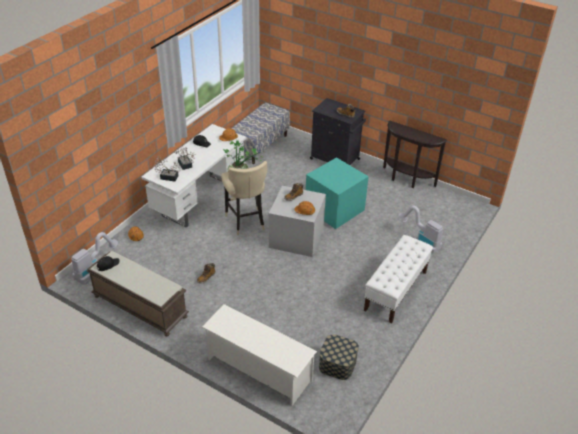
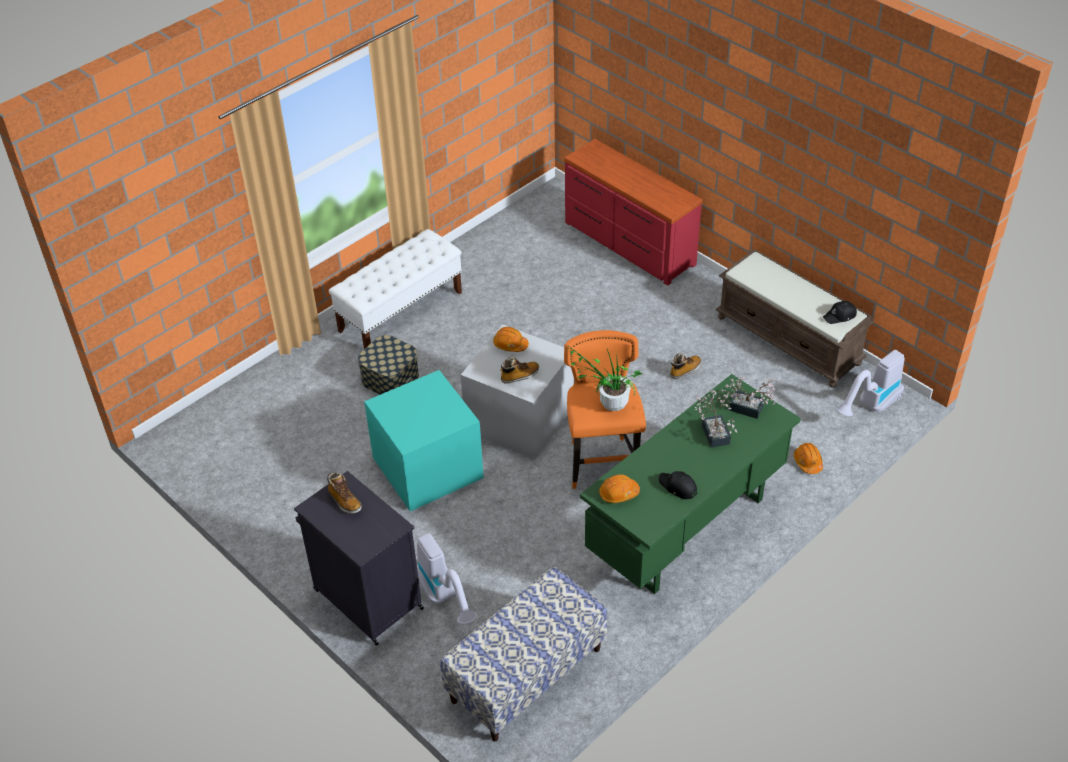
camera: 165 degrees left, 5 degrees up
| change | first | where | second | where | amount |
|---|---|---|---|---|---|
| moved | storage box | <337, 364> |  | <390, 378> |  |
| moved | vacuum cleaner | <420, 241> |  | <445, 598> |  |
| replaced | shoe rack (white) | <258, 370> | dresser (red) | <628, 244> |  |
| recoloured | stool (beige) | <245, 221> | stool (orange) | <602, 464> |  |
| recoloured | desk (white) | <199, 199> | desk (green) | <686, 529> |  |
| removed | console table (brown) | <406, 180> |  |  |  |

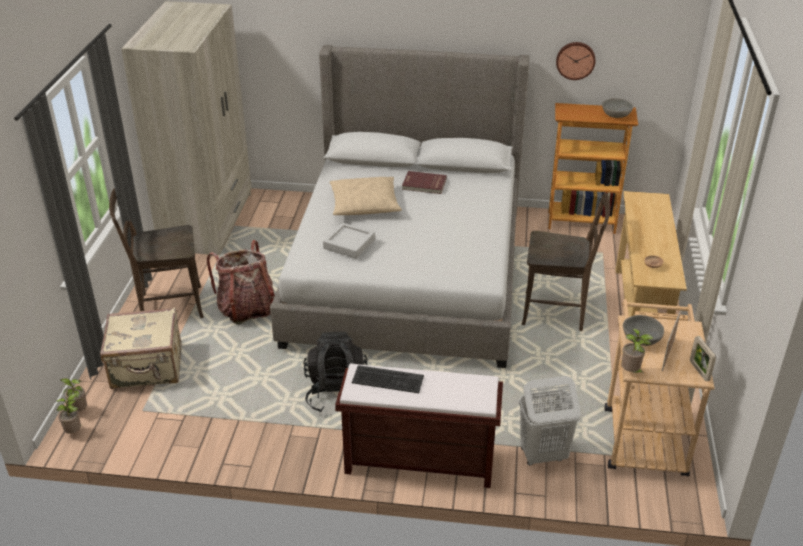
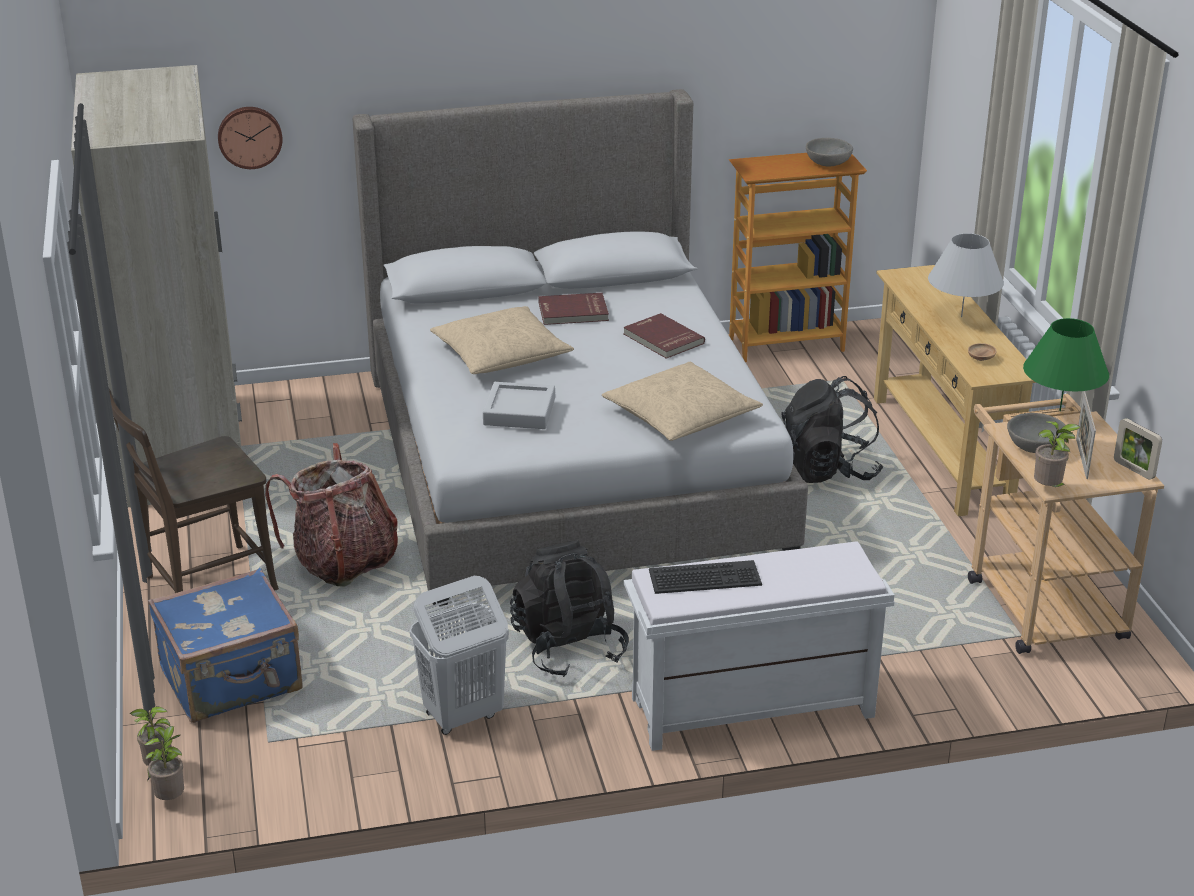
camera: 20 degrees left, 5 degrees down
| change | first | where | second | where | amount |
|---|---|---|---|---|---|
| recoloured | suitcase (beige) | <147, 368> | suitcase (blue) | <232, 681> |  |
| moved | wall clock | <575, 60> |  | <250, 136> |  |
| moved | laundry basket (white) | <542, 455> |  | <462, 716> |  |
| added |  |  | pillow (beige) | <680, 416> |  |
| added |  |  | book (red) | <662, 339> |  |
| recoloured | bench (brown) | <418, 461> | bench (white) | <750, 709> |  |
| replaced | chair (brown) | <558, 312> | backpack (black) | <827, 471> |  |
| added |  |  | table lamp (white) | <961, 317> |  |
| added |  |  | table lamp (green) | <1059, 410> |  |

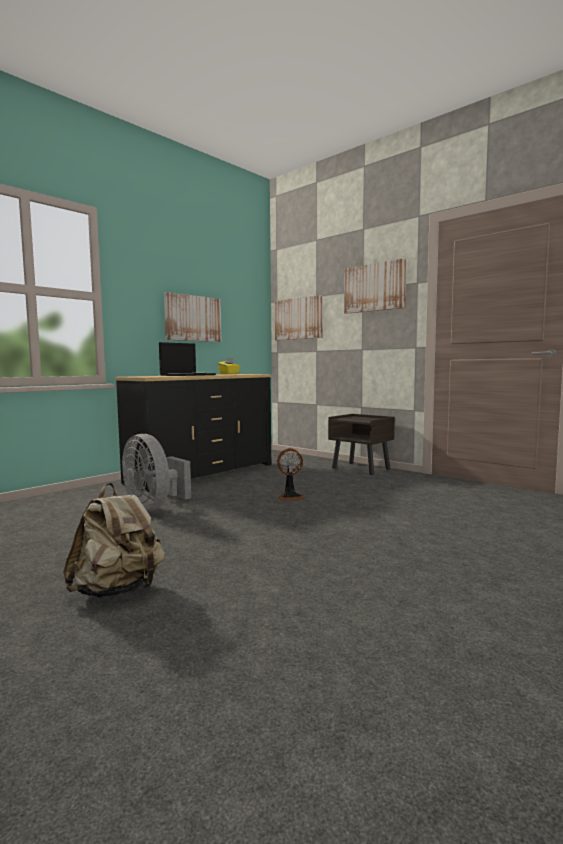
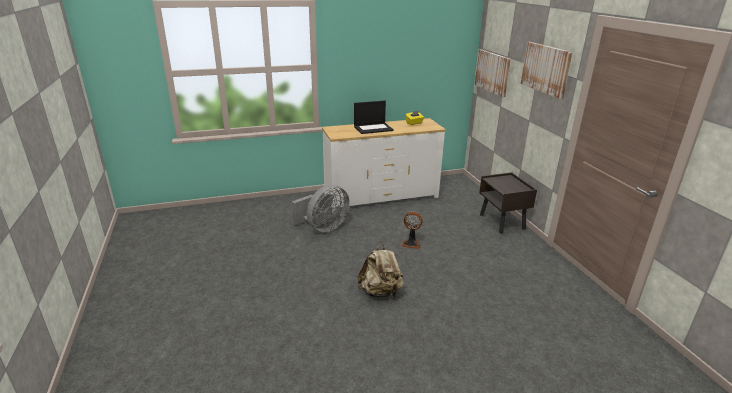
camera: 30 degrees right, 20 degrees up
| change | first | where | second | where | amount |
|---|---|---|---|---|---|
| turned | fan (grey) | <154, 507> |  | <323, 228> | 120 degrees counterclockwise |
| recoloured | dresser (black) | <202, 474> | dresser (white) | <381, 196> |  |
| moved | backpack (beige) | <118, 591> |  | <380, 292> |  |
| removed | picture | <193, 318> |  |  |  |

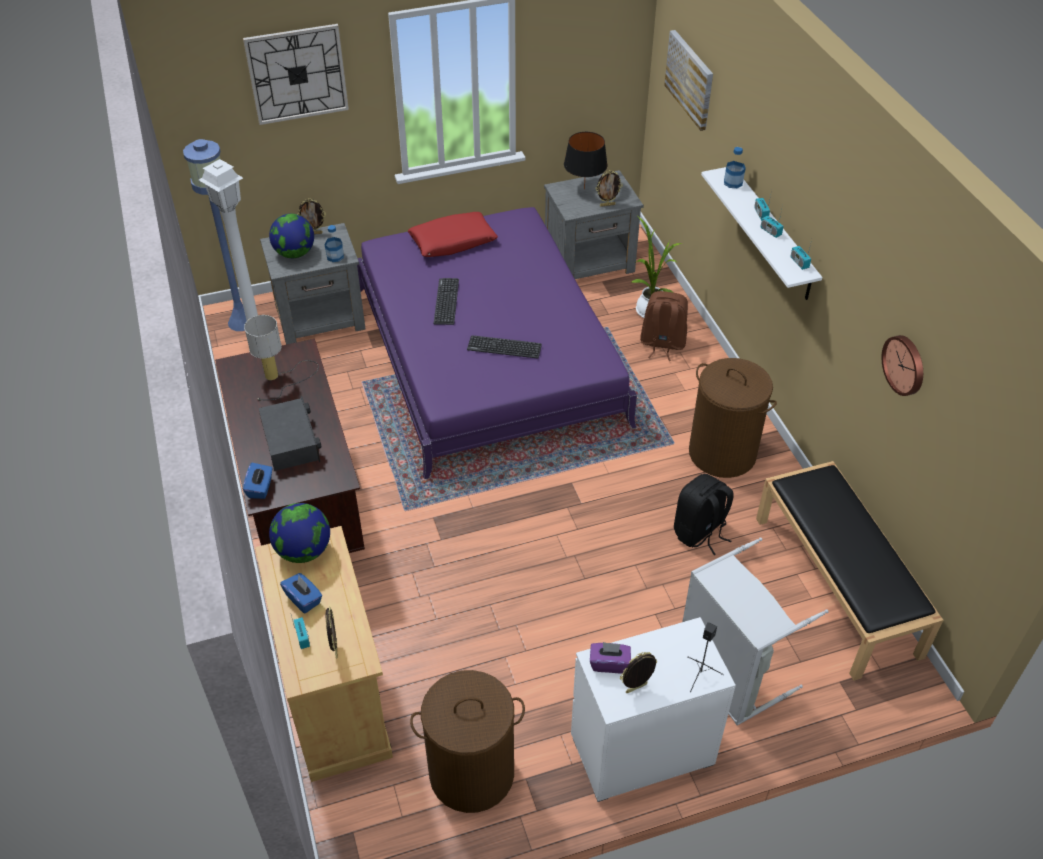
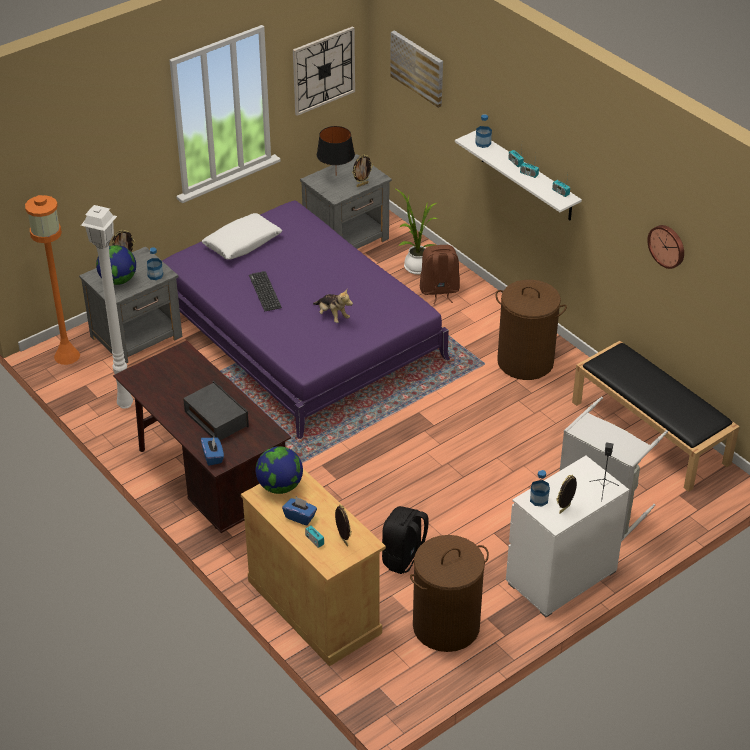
camera: 20 degrees left, 5 degrees down
| change | first | where | second | where | amount |
|---|---|---|---|---|---|
| recoloured | floor lamp (blue) | <241, 321> | floor lamp (orange) | <66, 356> |  |
| recoloured | pillow (red) | <453, 242> | pillow (white) | <242, 243> |  |
| moved | wall clock | <297, 74> |  | <323, 70> |  |
| replaced | keyboard | <504, 347> | plush toy | <332, 316> |  |
| moved | backpack (black) | <700, 532> |  | <405, 559> |  |
| replaced | tissue box (purple) | <609, 663> | bottle | <539, 499> |  |
| removed | table lamp | <280, 377> |  |  |  |

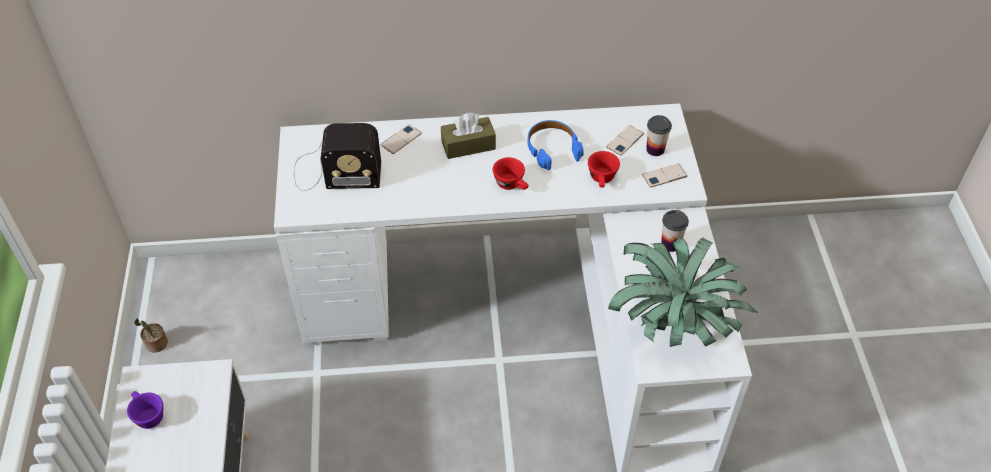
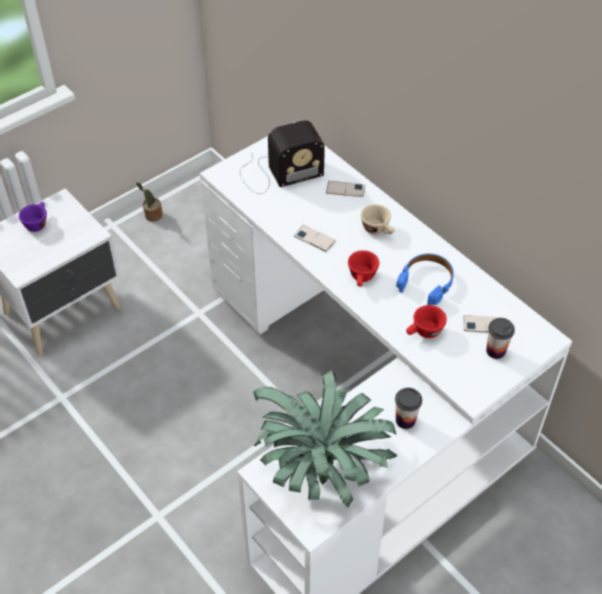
camera: 55 degrees right, 0 degrees up
| change | first | where | second | where | amount |
|---|---|---|---|---|---|
| turned | radio | <334, 172> |  | <278, 173> | 75 degrees counterclockwise |
| moved | phone | <664, 176> |  | <314, 238> |  |
| replaced | tissue box (brown) | <468, 145> | cup (beige) | <378, 230> |  |

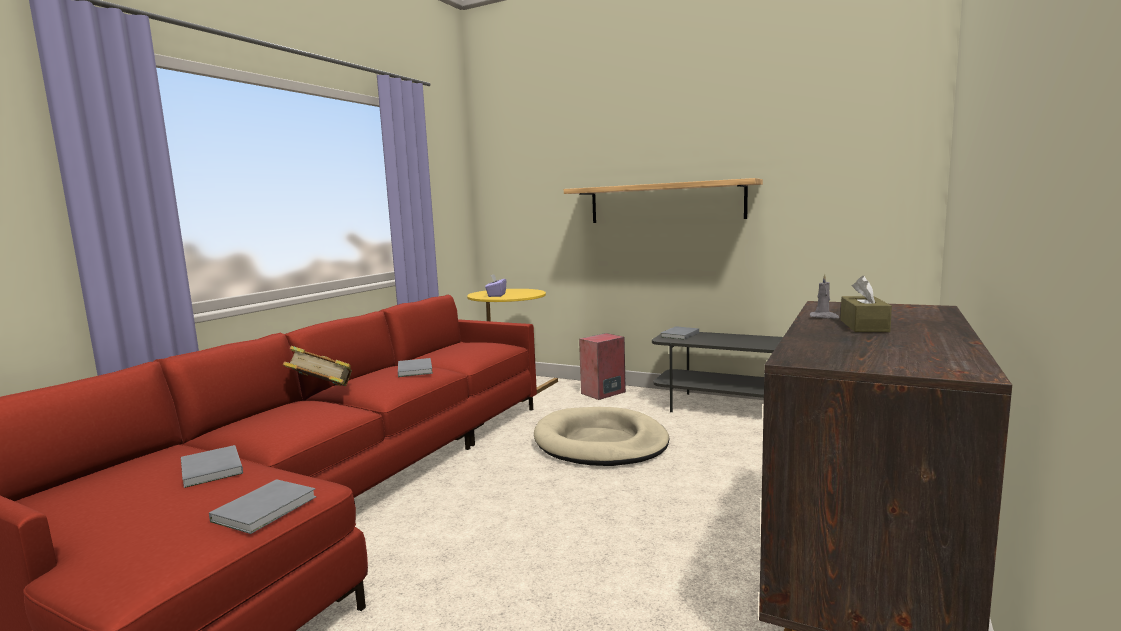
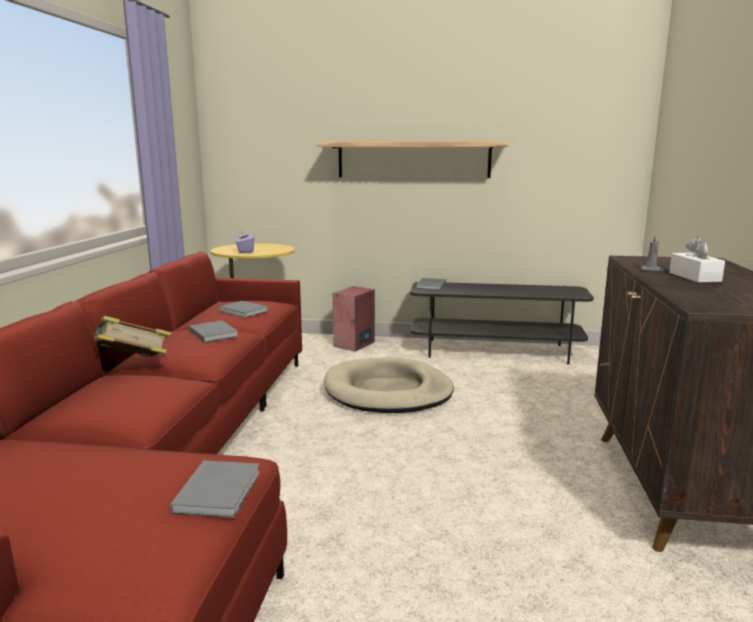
camera: 20 degrees left, 5 degrees up
| change | first | where | second | where | amount |
|---|---|---|---|---|---|
| moved | book (grey) | <210, 470> |  | <244, 311> |  |
| recoloured | tissue box (brown) | <864, 326> | tissue box (white) | <694, 277> |  |

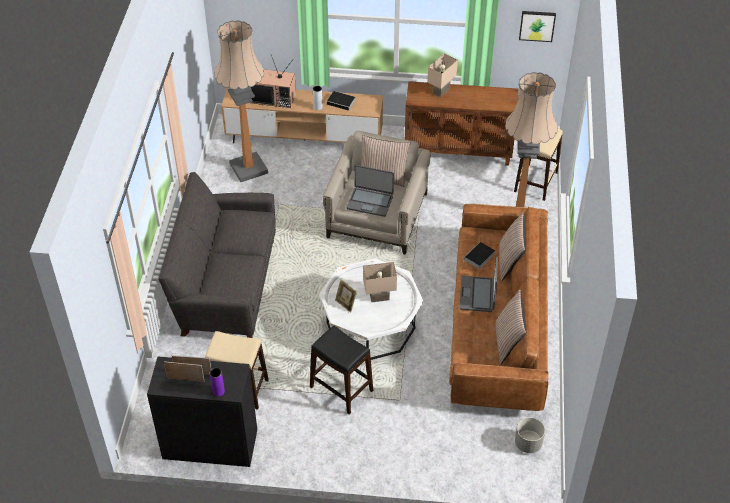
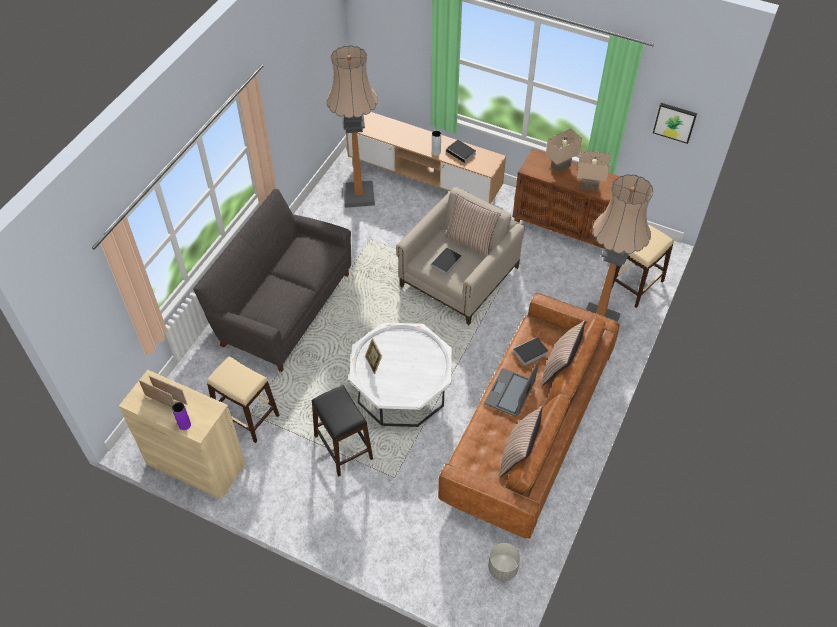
camera: 20 degrees right, 5 degrees up
| change | first | where | second | where | amount |
|---|---|---|---|---|---|
| recoloured | cabinet (black) | <210, 444> | cabinet (beige) | <196, 464> |  |
| replaced | laptop | <370, 202> | book | <445, 263> |  |
| moved | table lamp (beige) | <379, 297> |  | <589, 186> |  |
| removed | television | <272, 98> |  |  |  |

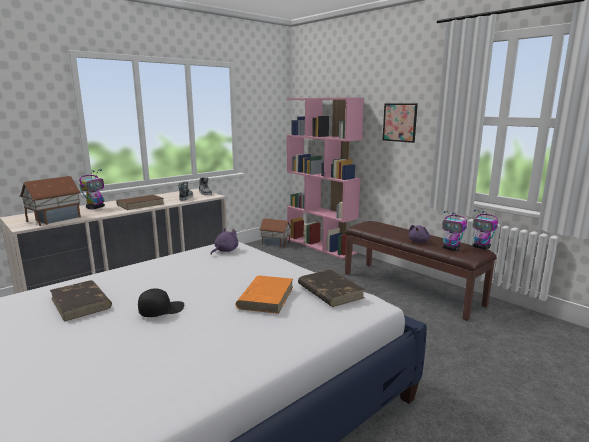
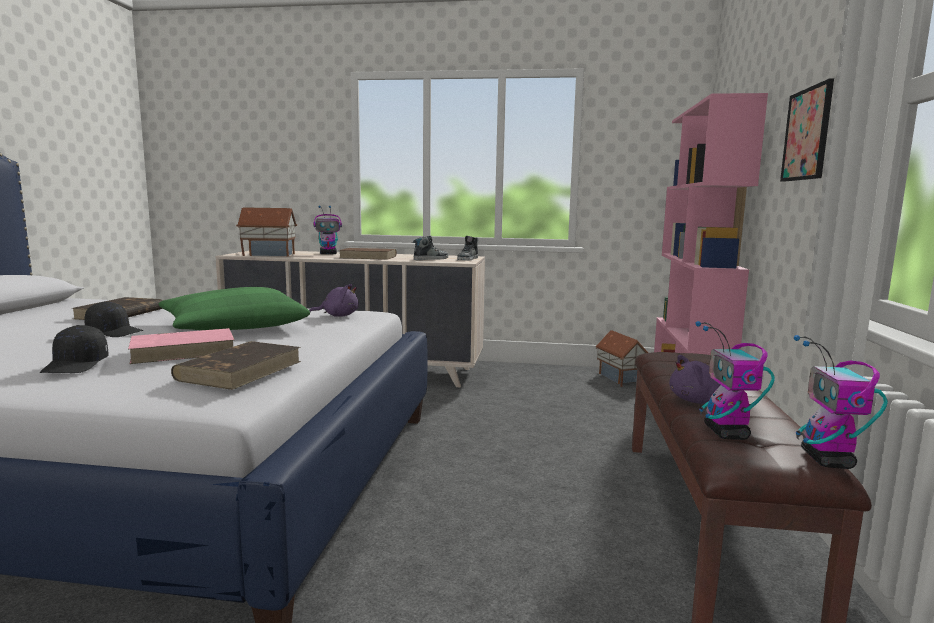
camera: 50 degrees right, 5 degrees down
| change | first | where | second | where | amount |
|---|---|---|---|---|---|
| added |  |  | cap (black) | <76, 365> |  |
| recoloured | book (orange) | <266, 297> | book (pink) | <184, 351> |  |
| added |  |  | pillow (green) | <233, 327> |  |

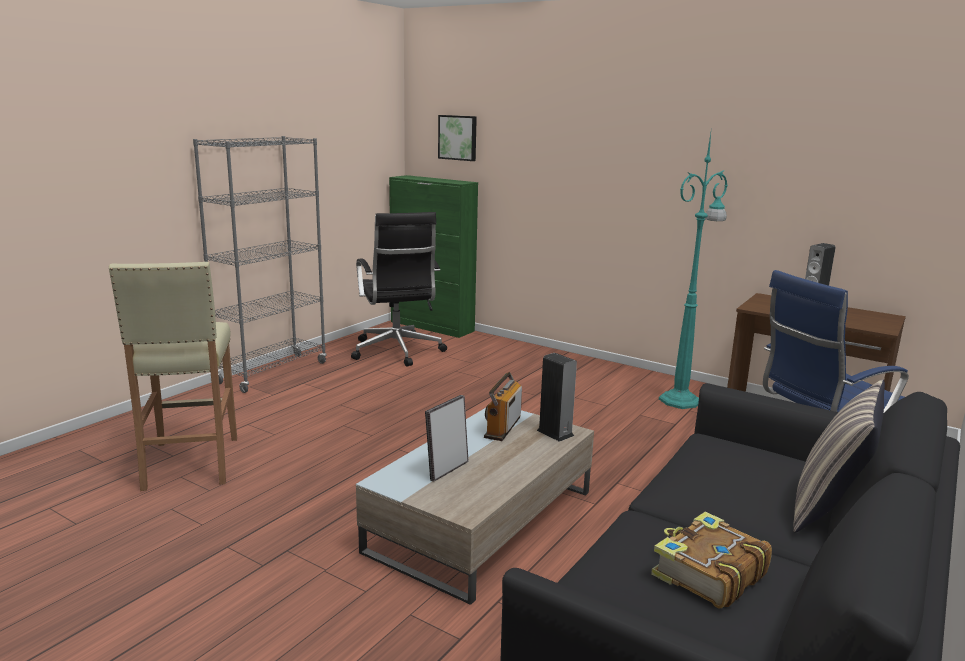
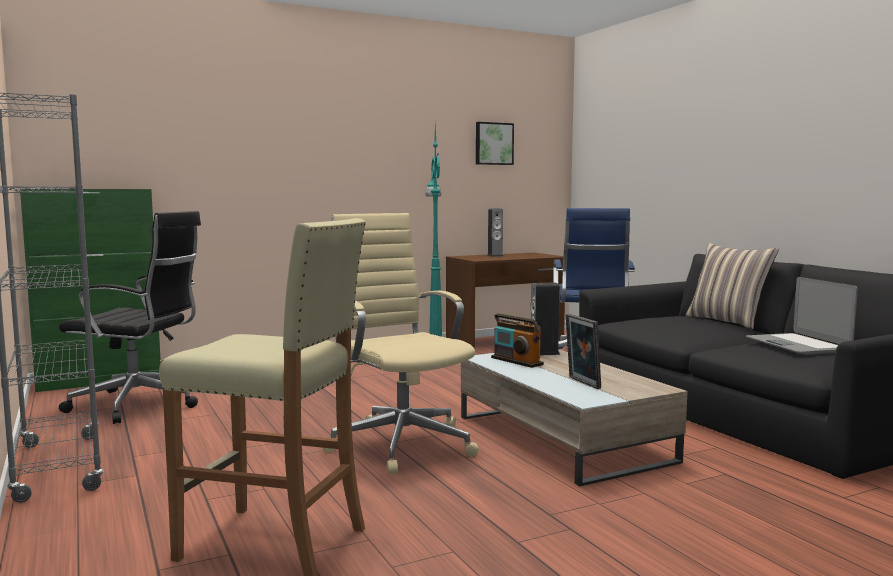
camera: 60 degrees left, 10 degrees down
| change | first | where | second | where | amount |
|---|---|---|---|---|---|
| added |  |  | office chair (beige) | <401, 443> |  |
| moved | picture | <458, 137> |  | <493, 143> |  |
| replaced | book | <707, 574> | laptop | <797, 345> |  |

